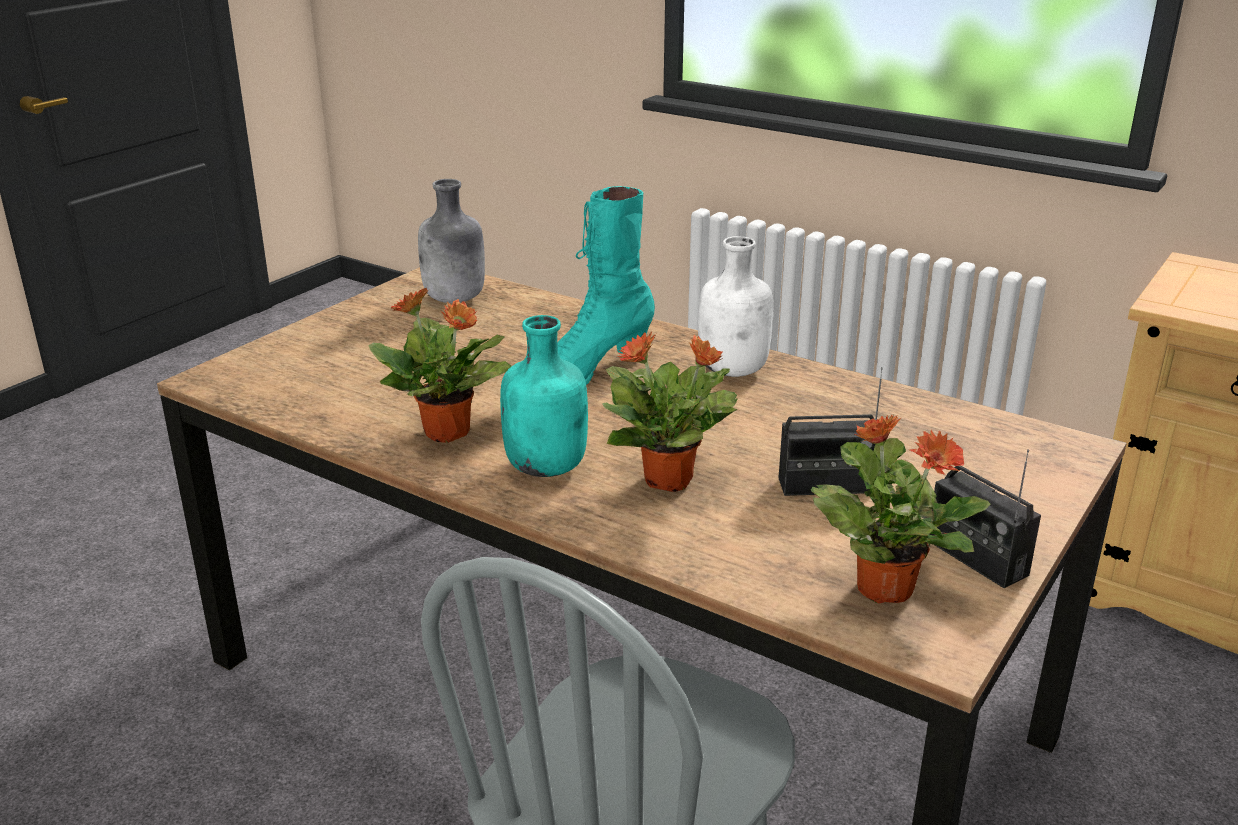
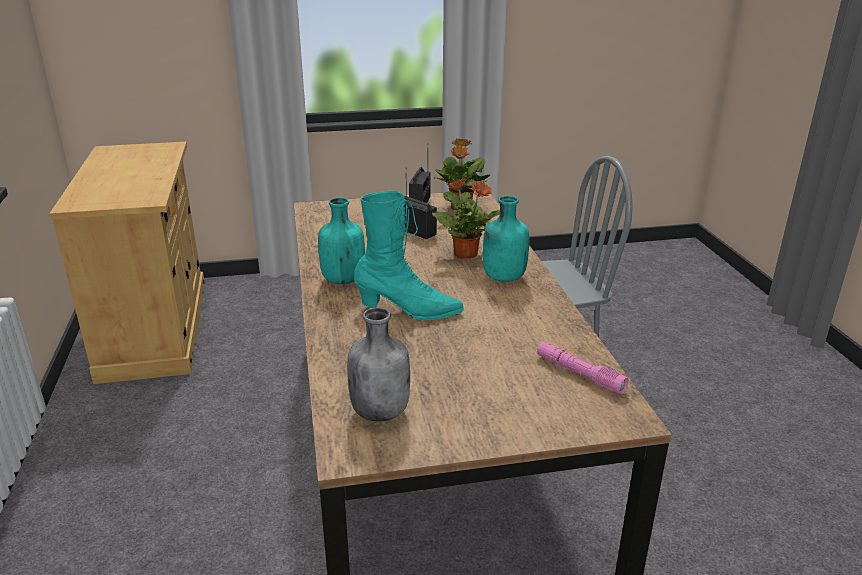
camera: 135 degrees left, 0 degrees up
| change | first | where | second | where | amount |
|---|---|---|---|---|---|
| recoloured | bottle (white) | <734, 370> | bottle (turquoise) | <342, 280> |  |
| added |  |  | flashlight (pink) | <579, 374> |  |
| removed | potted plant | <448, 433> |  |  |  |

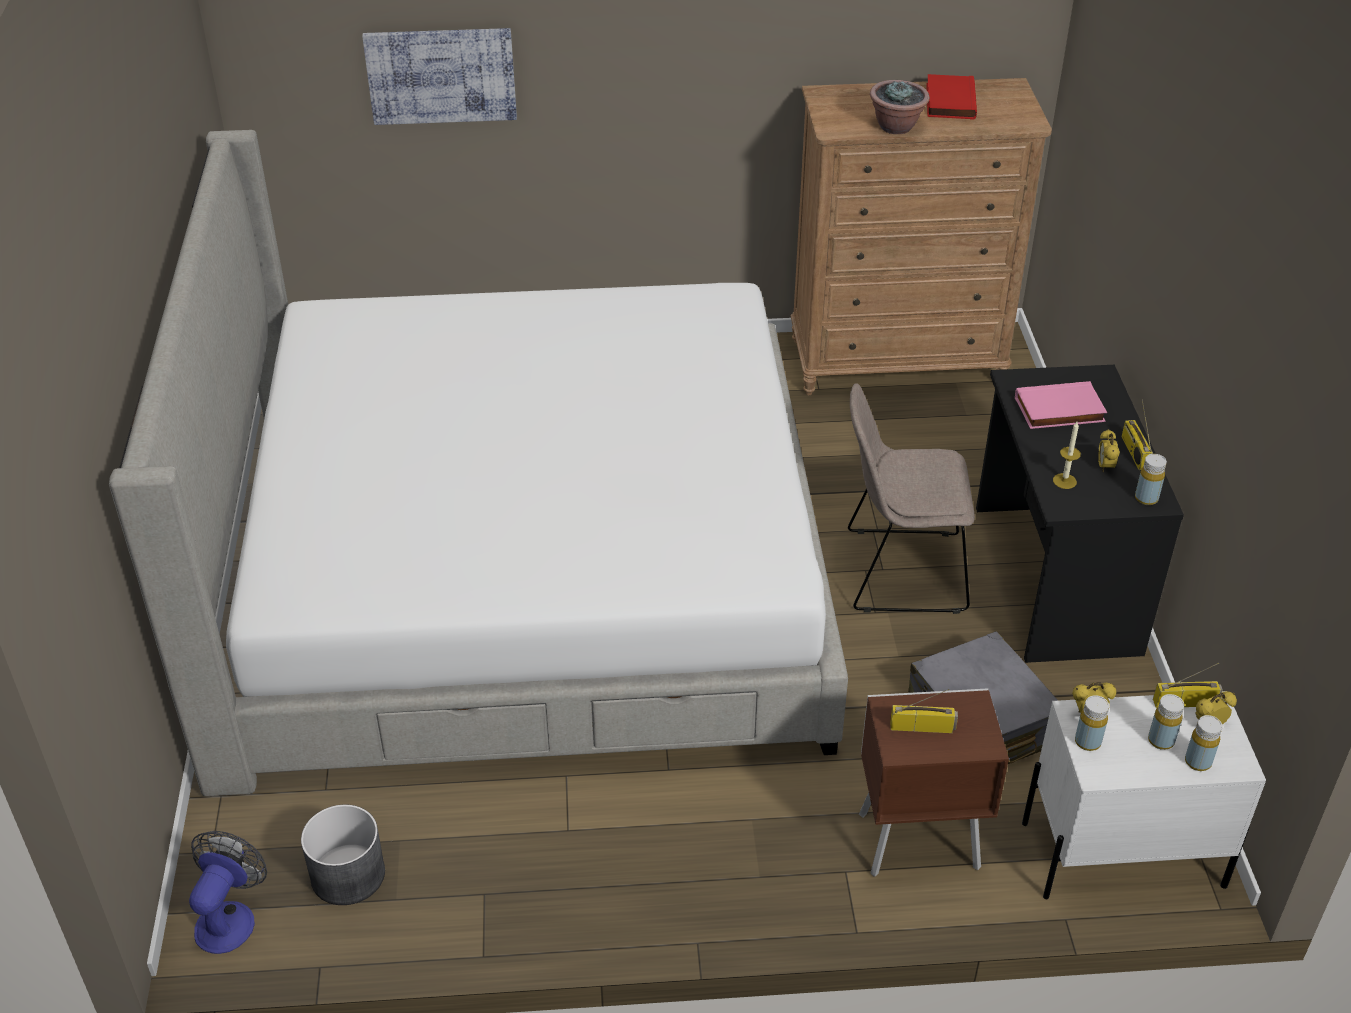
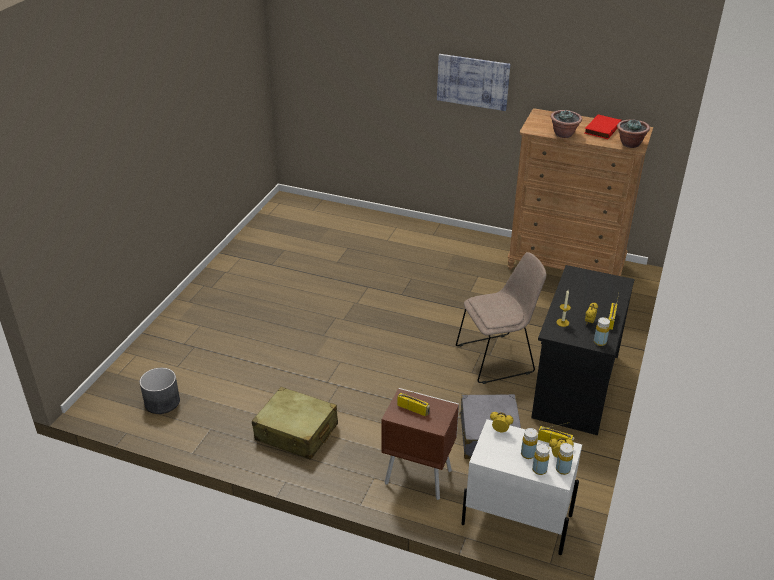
camera: 25 degrees right, 5 degrees down
| change | first | where | second | where | amount |
|---|---|---|---|---|---|
| added |  |  | suitcase (beige) | <296, 432> |  |
| moved | picture | <441, 75> |  | <473, 81> |  |
| turned | chair (beige) | <899, 571> |  | <497, 358> | 135 degrees clockwise |
| moved | bottle (yellow) | <1087, 742> |  | <562, 469> |  |
| added |  |  | potted plant | <630, 144> |  |
| removed | bed | <522, 574> |  |  |  |
| removed | fan | <229, 917> |  |  |  |
| removed | book (pink) | <1059, 411> |  |  |  |

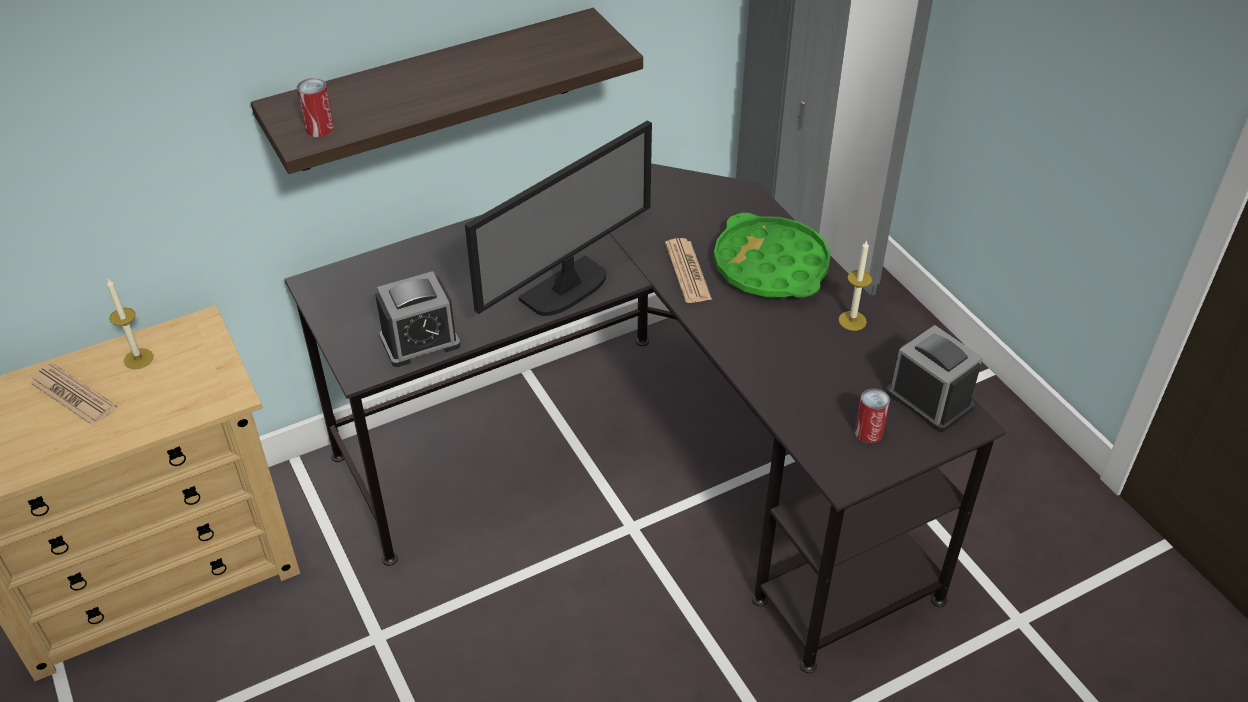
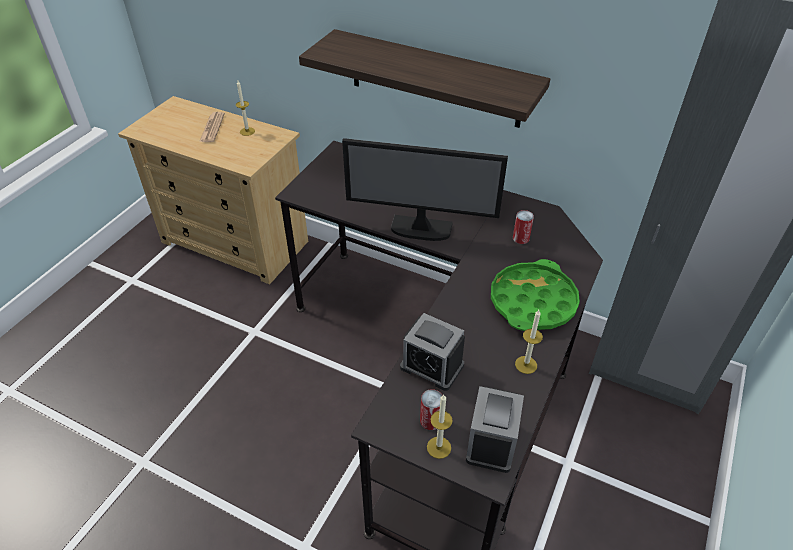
camera: 55 degrees right, 0 degrees up
| change | first | where | second | where | amount |
|---|---|---|---|---|---|
| moved | alarm clock | <420, 341> |  | <432, 366> |  |
| added |  |  | candle | <439, 447> |  |
| moved | can | <319, 128> |  | <521, 238> |  |
| removed | newspaper | <687, 271> |  |  |  |

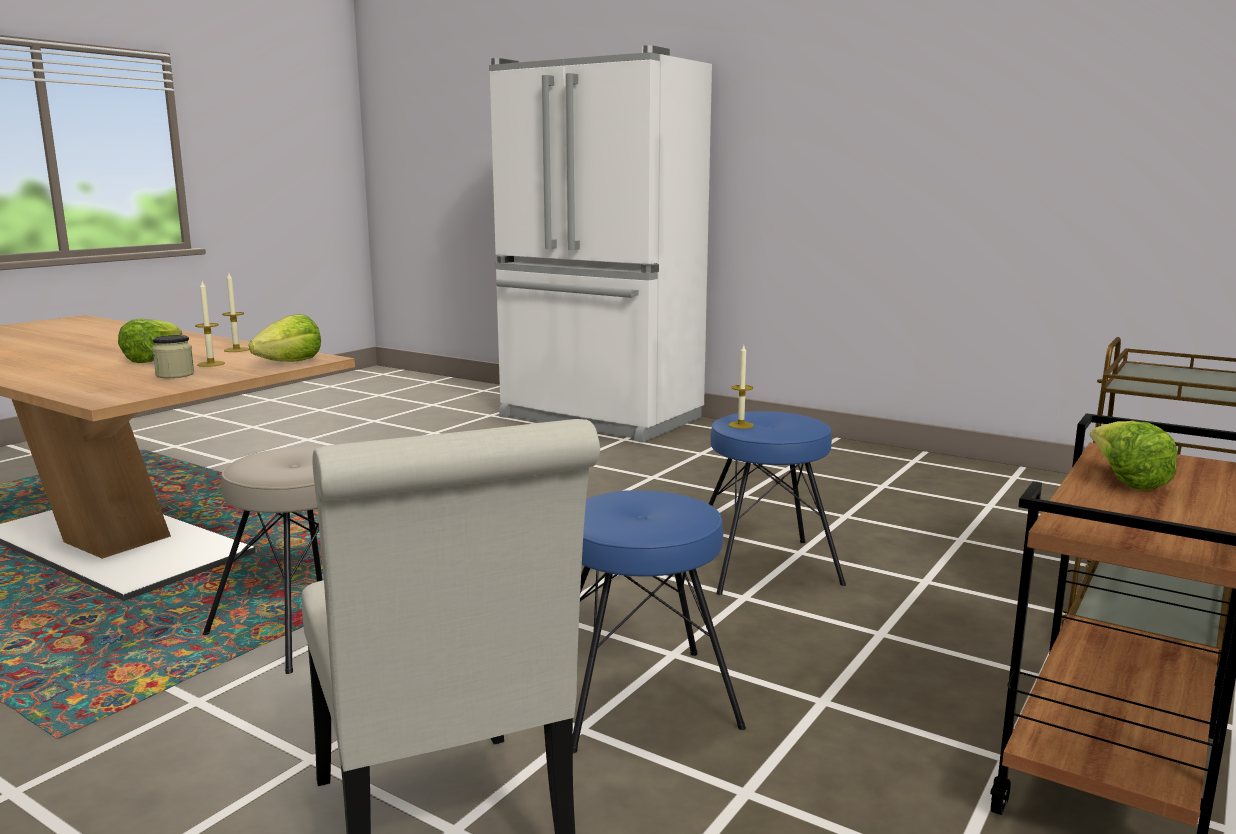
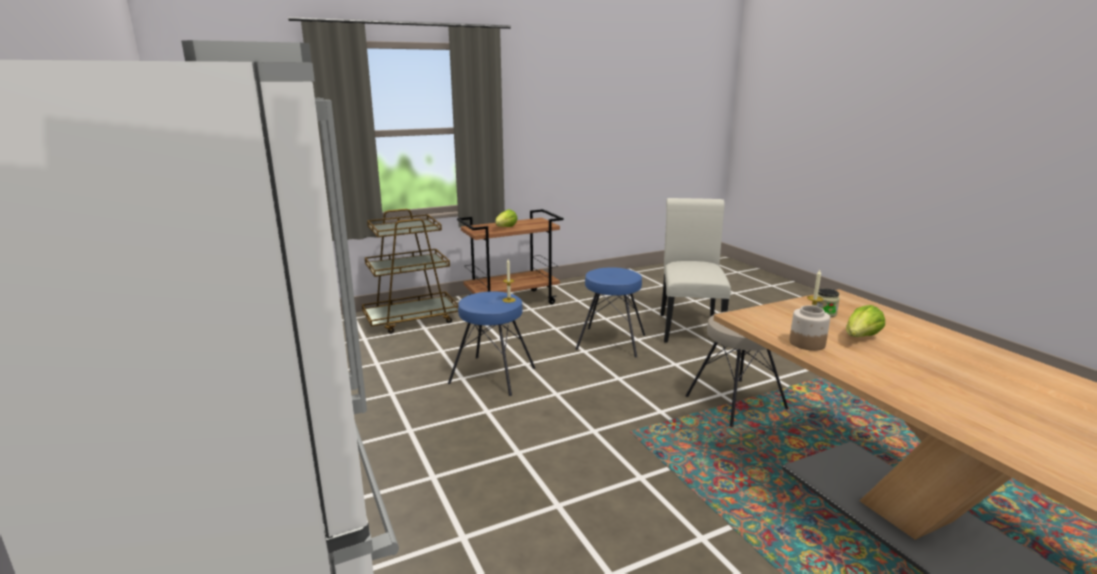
camera: 150 degrees left, 5 degrees up
| change | first | where | second | where | amount |
|---|---|---|---|---|---|
| replaced | candle | <236, 350> | jar | <806, 343> |  |
| removed | lettuce | <290, 362> |  |  |  |

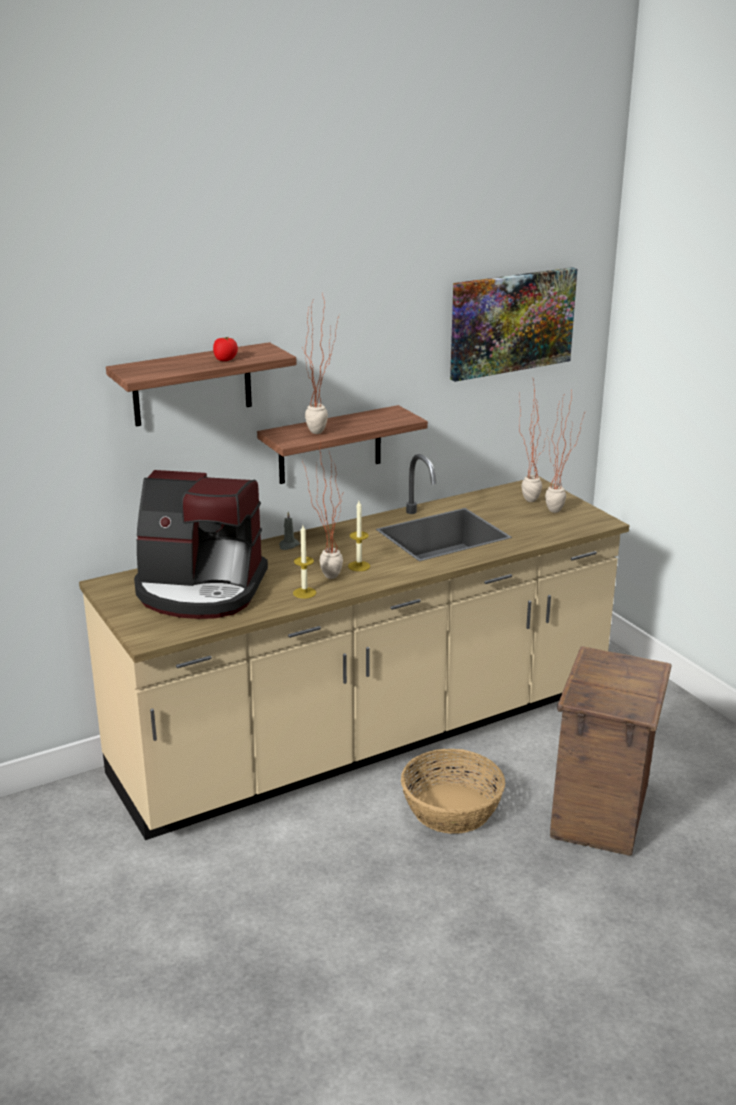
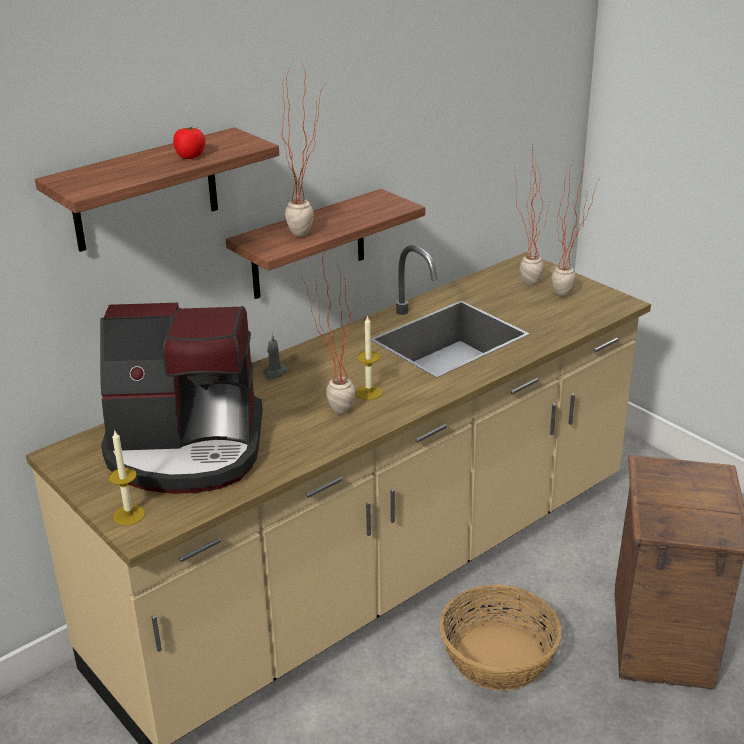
camera: 10 degrees left, 5 degrees up
| change | first | where | second | where | amount |
|---|---|---|---|---|---|
| moved | candle | <304, 593> |  | <129, 515> |  |
| removed | picture | <511, 322> |  |  |  |

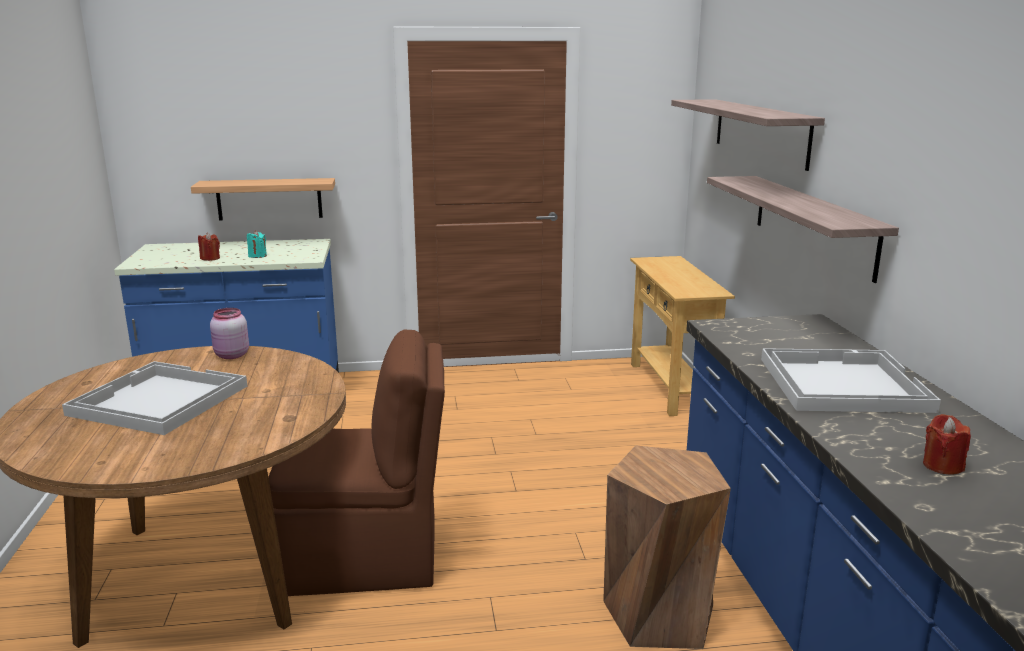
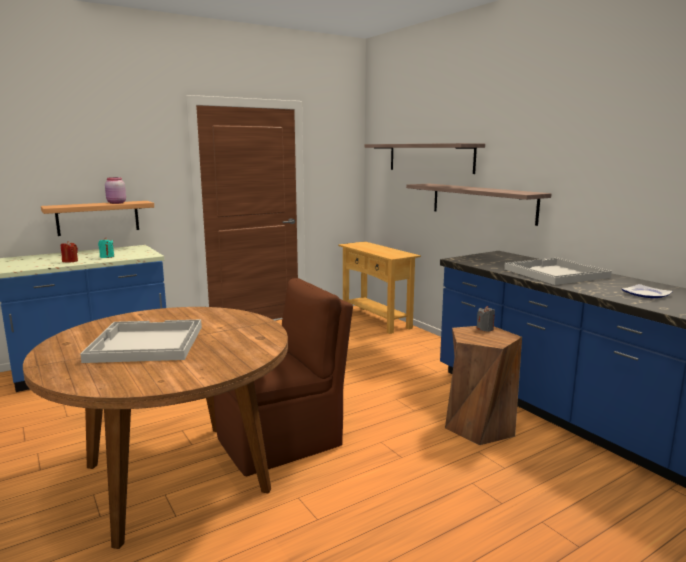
camera: 25 degrees left, 5 degrees down
| change | first | where | second | where | amount |
|---|---|---|---|---|---|
| moved | jar (pink) | <231, 355> |  | <116, 203> |  |
| added |  |  | candle (grey) | <485, 329> |  |
| replaced | candle (red) | <942, 466> | plate | <645, 294> |  |

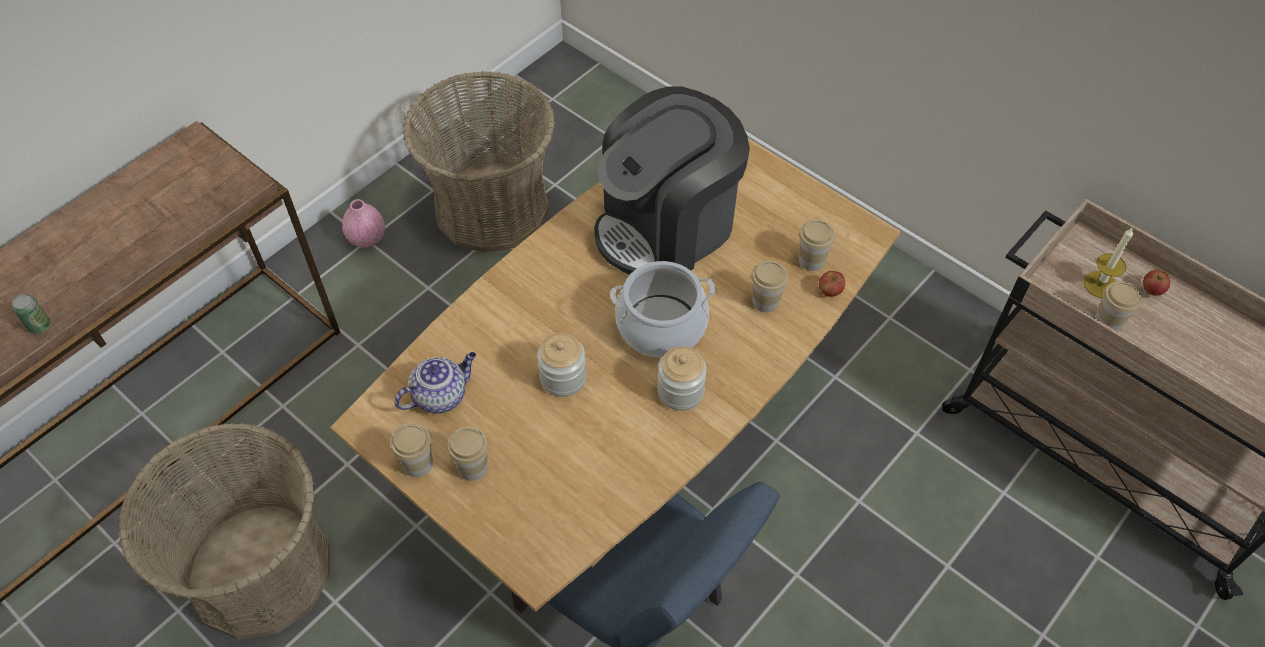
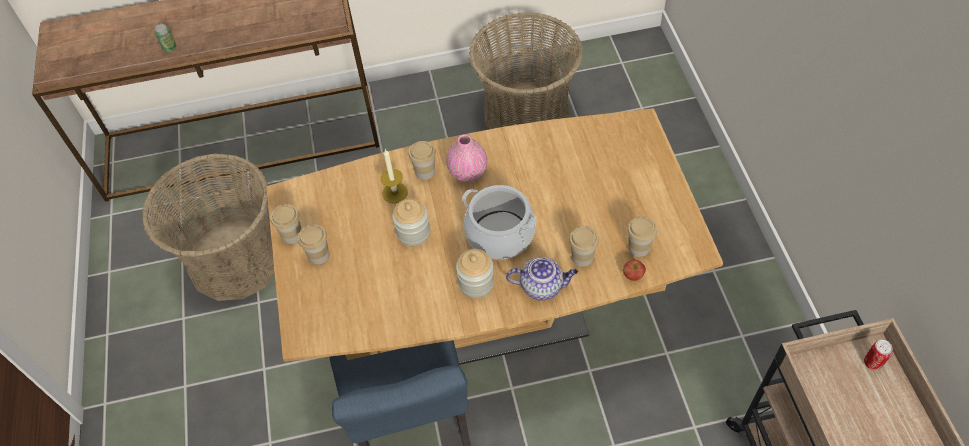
camera: 40 degrees right, 0 degrees up
| change | first | where | second | where | amount |
|---|---|---|---|---|---|
| moved | candle | <1100, 284> |  | <395, 193> |  |
| moved | cup | <1108, 321> |  | <425, 172> |  |
| moved | vase (pink) | <367, 238> |  | <468, 172> |  |
| moved | teapot | <441, 395> |  | <542, 286> |  |
| added |  |  | can | <872, 363> |  |
| removed | coffee machine | <667, 226> |  |  |  |
| removed | apple | <1151, 290> |  |  |  |

